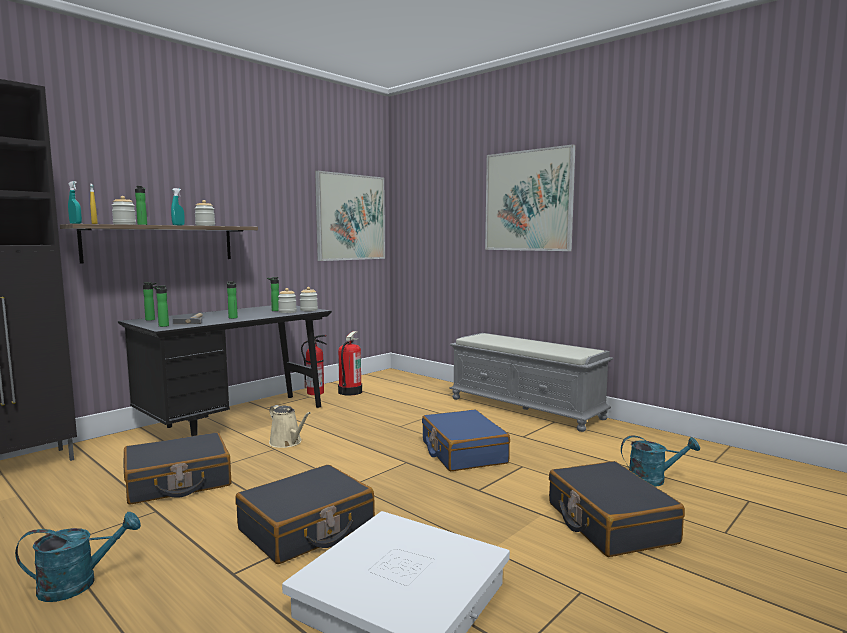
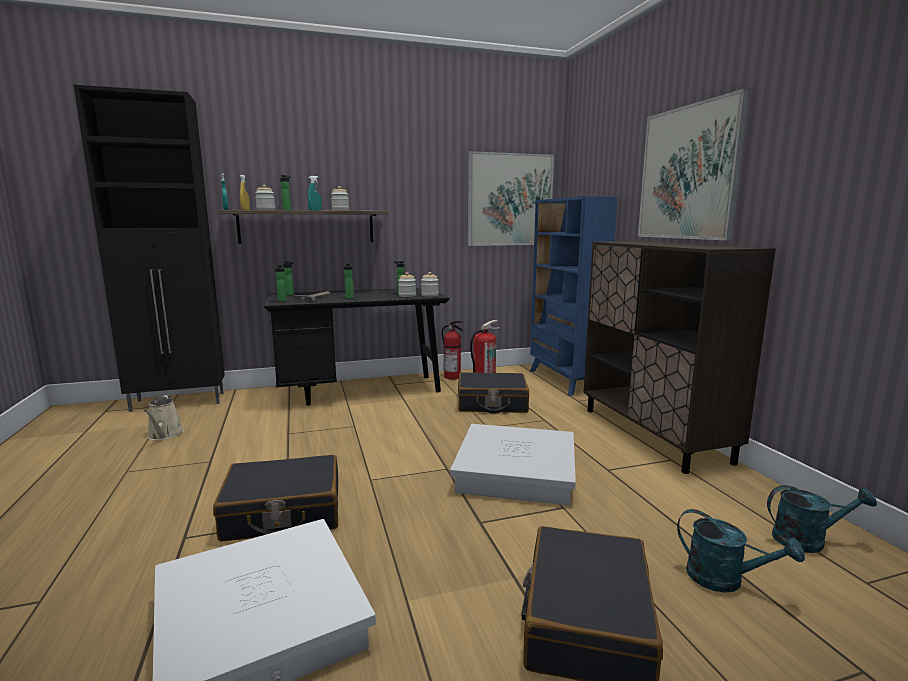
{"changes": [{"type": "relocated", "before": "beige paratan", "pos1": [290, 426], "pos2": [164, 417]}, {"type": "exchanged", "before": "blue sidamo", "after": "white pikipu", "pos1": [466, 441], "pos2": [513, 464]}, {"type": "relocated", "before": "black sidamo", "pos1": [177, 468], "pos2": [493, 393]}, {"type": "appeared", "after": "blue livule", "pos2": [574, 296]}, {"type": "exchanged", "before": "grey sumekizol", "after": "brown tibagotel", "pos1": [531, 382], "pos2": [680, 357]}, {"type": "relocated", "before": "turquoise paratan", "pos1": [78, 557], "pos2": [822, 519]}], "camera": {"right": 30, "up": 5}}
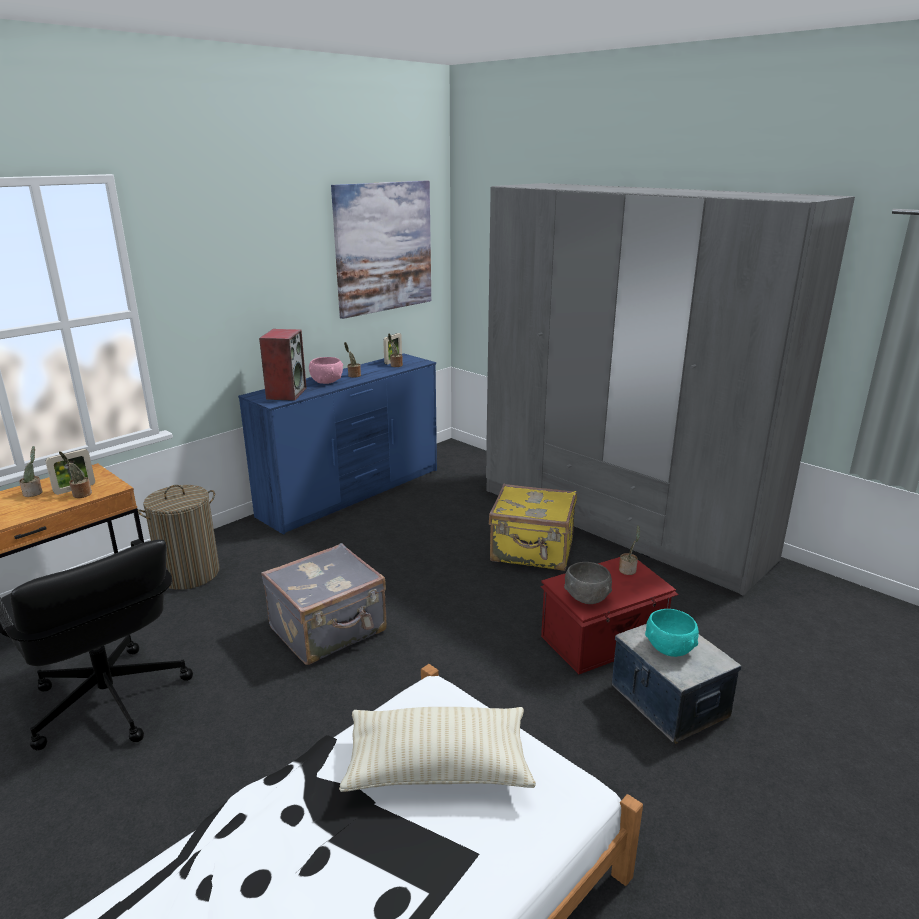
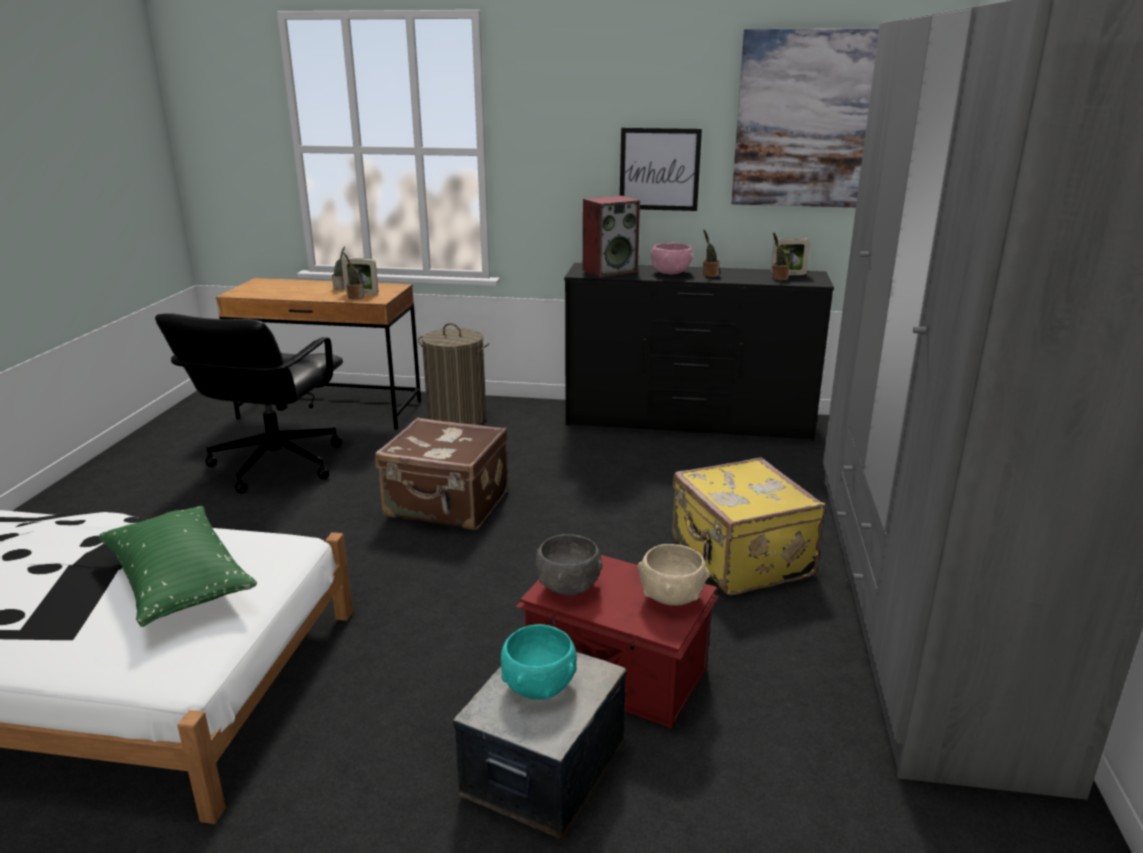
{"changes": [{"type": "colour", "before": "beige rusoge", "after": "green rusoge", "pos1": [437, 749], "pos2": [178, 566]}, {"type": "colour", "before": "grey sidamo", "after": "brown sidamo", "pos1": [324, 604], "pos2": [441, 473]}, {"type": "colour", "before": "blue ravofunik", "after": "black ravofunik", "pos1": [337, 444], "pos2": [699, 351]}, {"type": "appeared", "after": "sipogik", "pos2": [661, 169]}, {"type": "exchanged", "before": "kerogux", "after": "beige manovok", "pos1": [629, 550], "pos2": [673, 575]}], "camera": {"right": 55, "up": 0}}
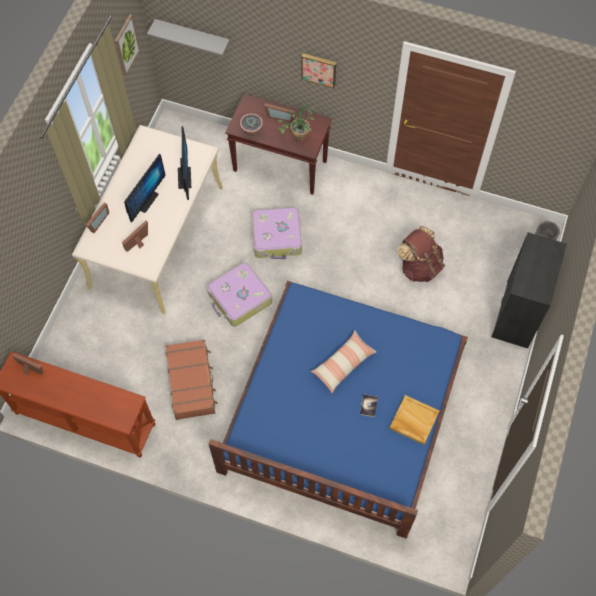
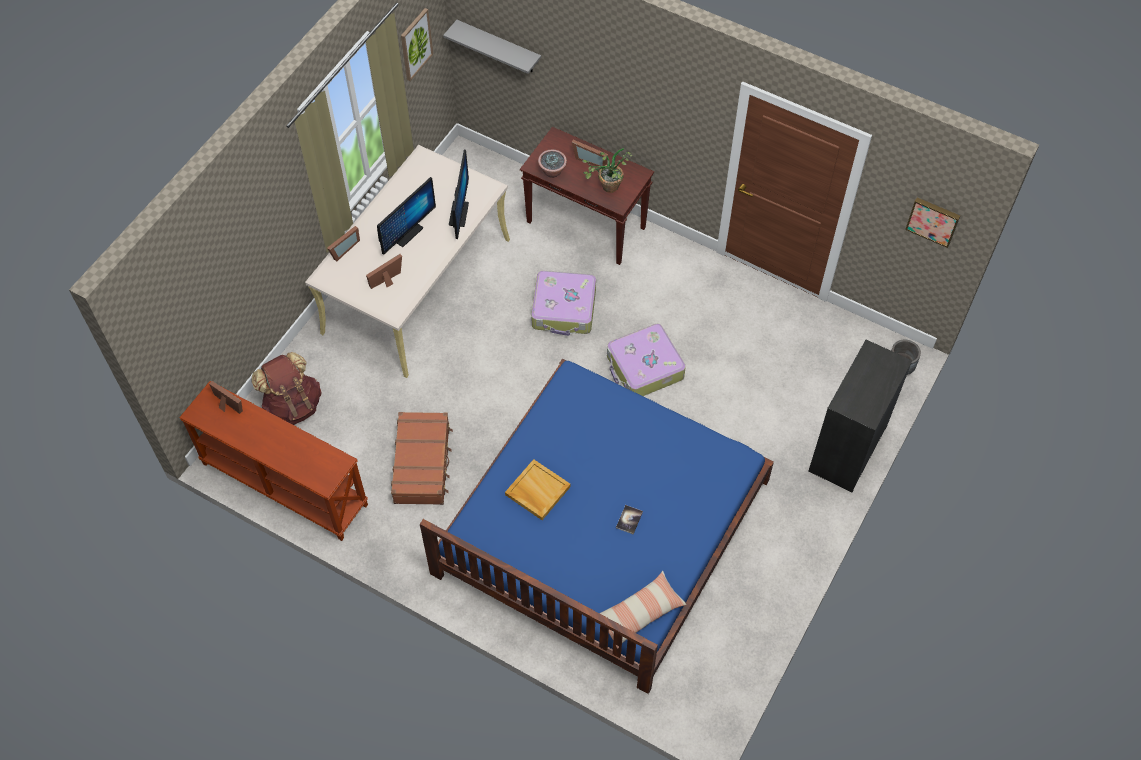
{"changes": [{"type": "relocated", "before": "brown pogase", "pos1": [421, 254], "pos2": [286, 388]}, {"type": "relocated", "before": "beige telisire", "pos1": [414, 420], "pos2": [538, 489]}, {"type": "relocated", "before": "rusoge", "pos1": [343, 362], "pos2": [643, 610]}, {"type": "relocated", "before": "sidamo", "pos1": [239, 294], "pos2": [646, 360]}, {"type": "relocated", "before": "sipogik", "pos1": [318, 70], "pos2": [932, 223]}], "camera": {"right": 10, "up": -5}}
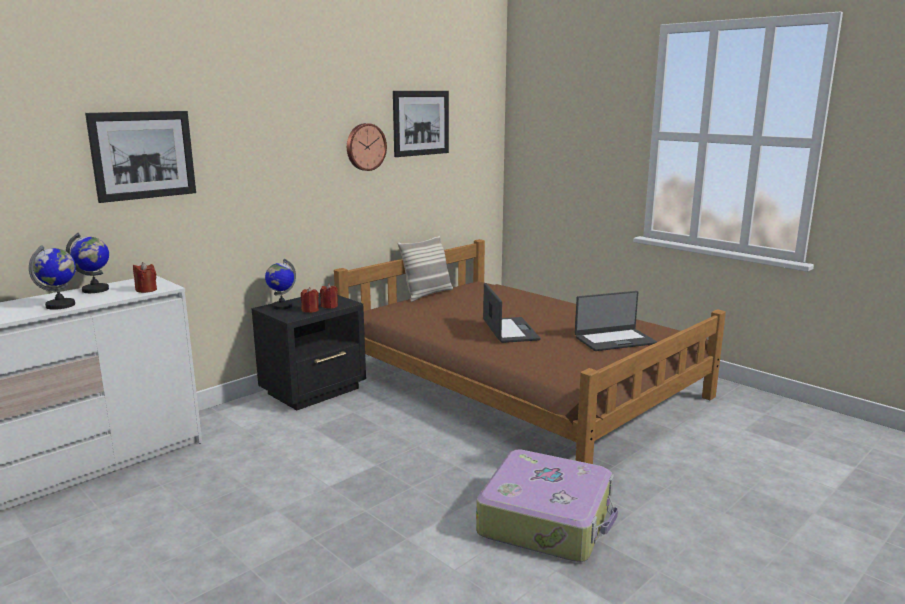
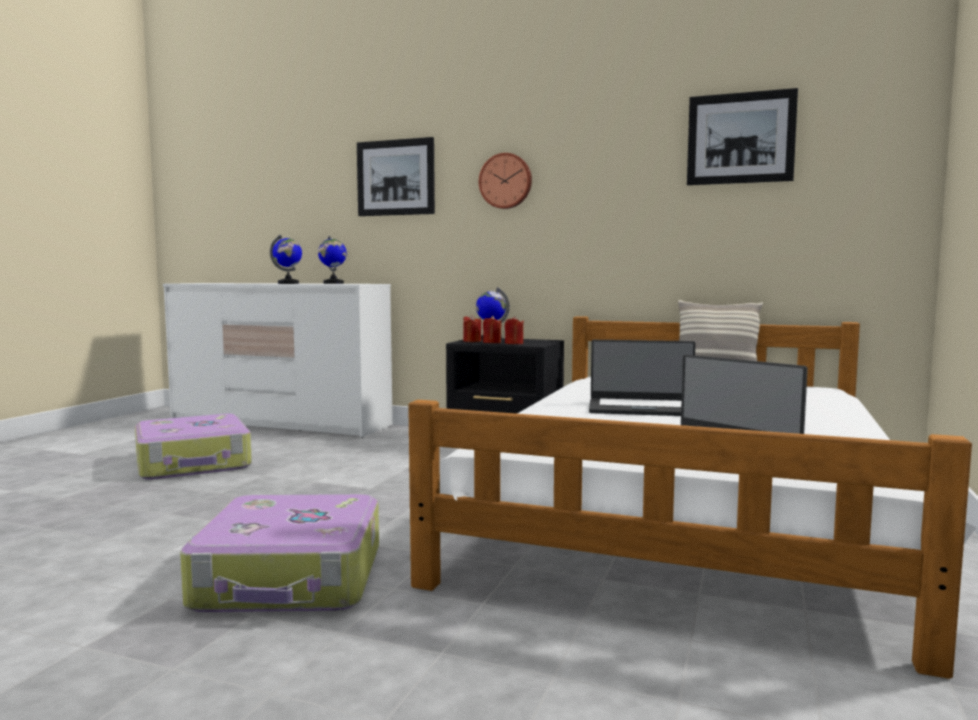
{"changes": [{"type": "appeared", "after": "sidamo", "pos2": [193, 447]}, {"type": "colour", "before": "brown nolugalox", "after": "white nolugalox", "pos1": [530, 351], "pos2": [692, 497]}, {"type": "relocated", "before": "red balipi", "pos1": [145, 277], "pos2": [472, 328]}, {"type": "relocated", "before": "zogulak", "pos1": [367, 147], "pos2": [505, 181]}, {"type": "spun", "before": "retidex", "pos1": [512, 313], "pos2": [642, 378], "turn": 45}], "camera": {"right": 65, "up": -10}}
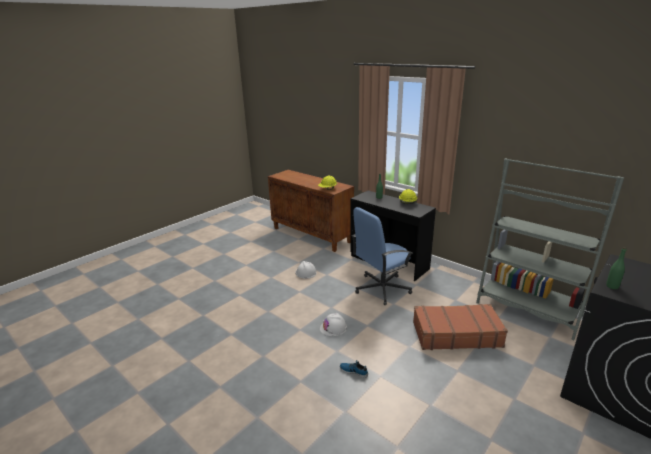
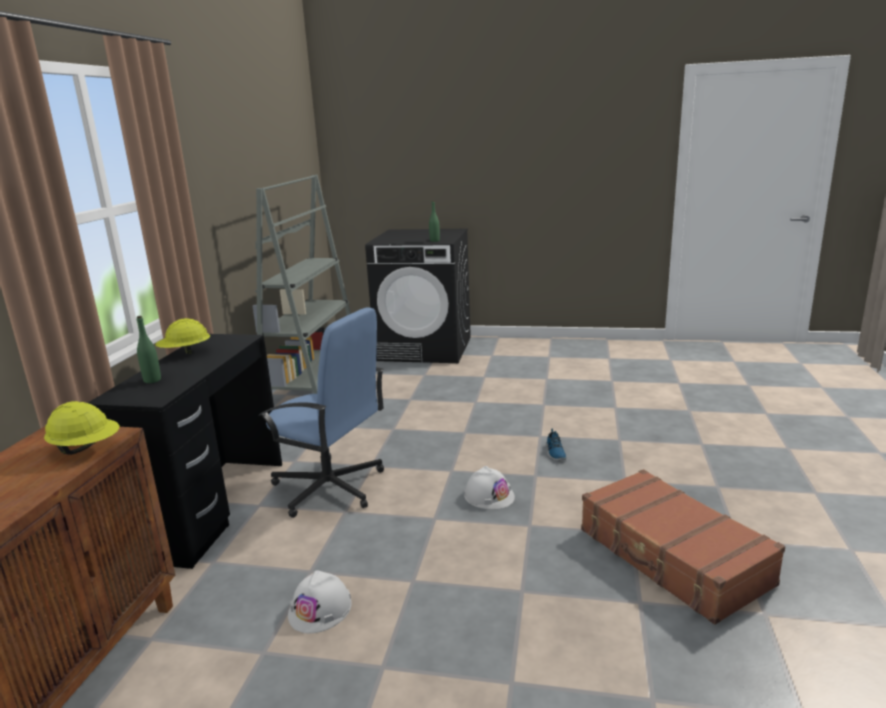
{"changes": [{"type": "relocated", "before": "brown sidamo", "pos1": [460, 327], "pos2": [683, 547]}], "camera": {"right": -120, "up": -5}}
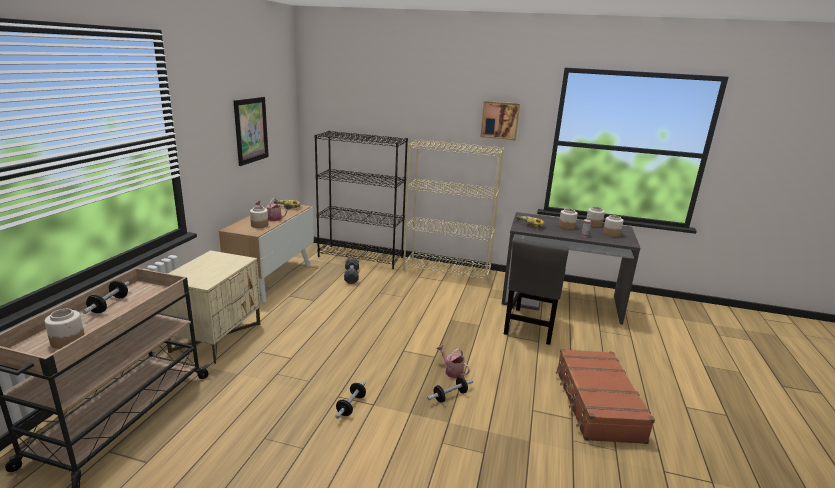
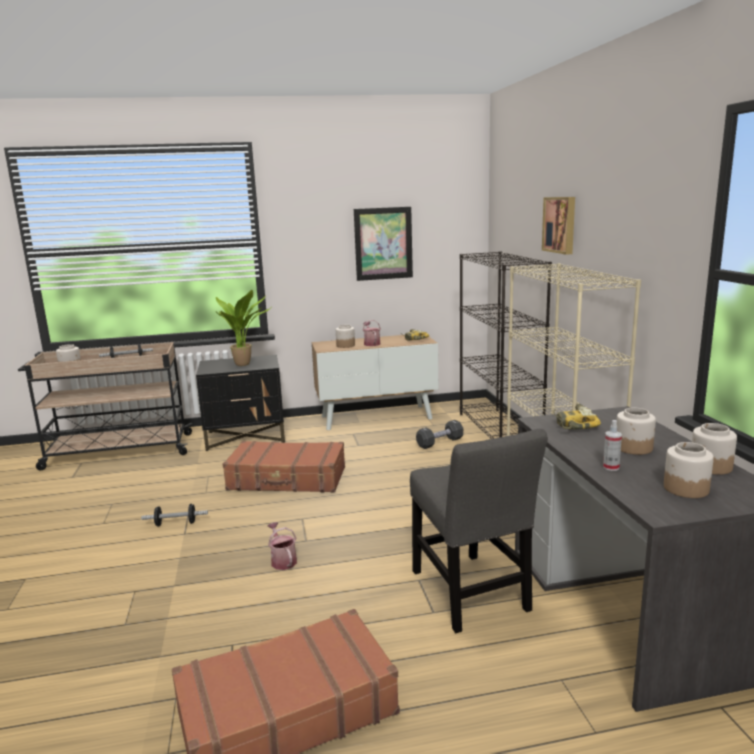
{"changes": [{"type": "colour", "before": "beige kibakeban", "after": "black kibakeban", "pos1": [210, 307], "pos2": [240, 403]}, {"type": "appeared", "after": "kerogux", "pos2": [243, 328]}, {"type": "appeared", "after": "brown sidamo", "pos2": [284, 466]}, {"type": "spun", "before": "paratan", "pos1": [453, 361], "pos2": [282, 546], "turn": -45}, {"type": "spun", "before": "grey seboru", "pos1": [536, 291], "pos2": [479, 531], "turn": -105}, {"type": "relocated", "before": "sipogik", "pos1": [500, 120], "pos2": [558, 226]}, {"type": "missing", "before": "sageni", "pos1": [450, 390]}], "camera": {"right": 65, "up": -5}}
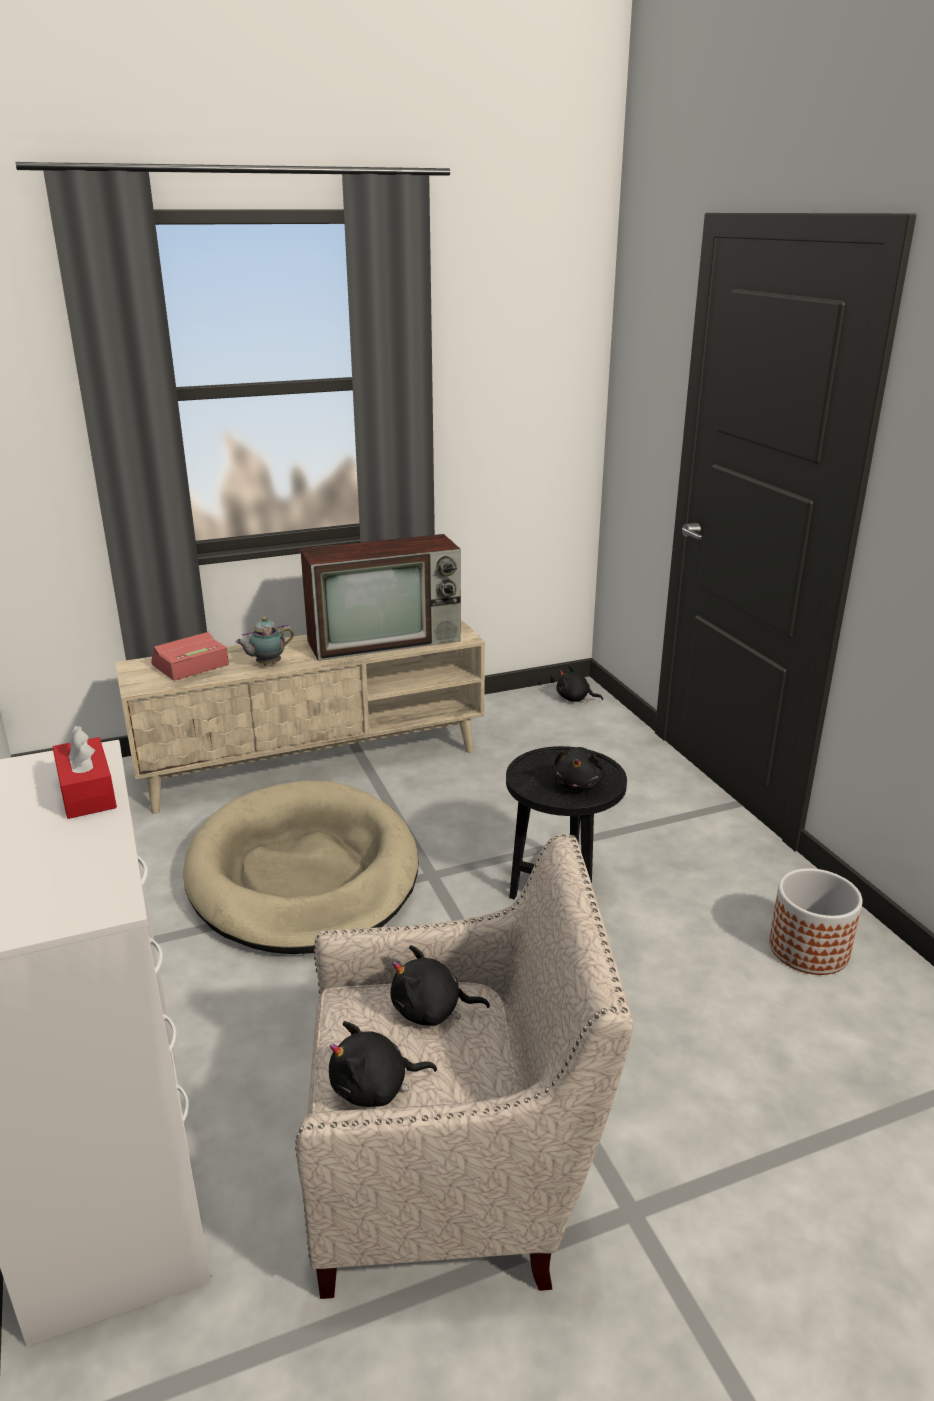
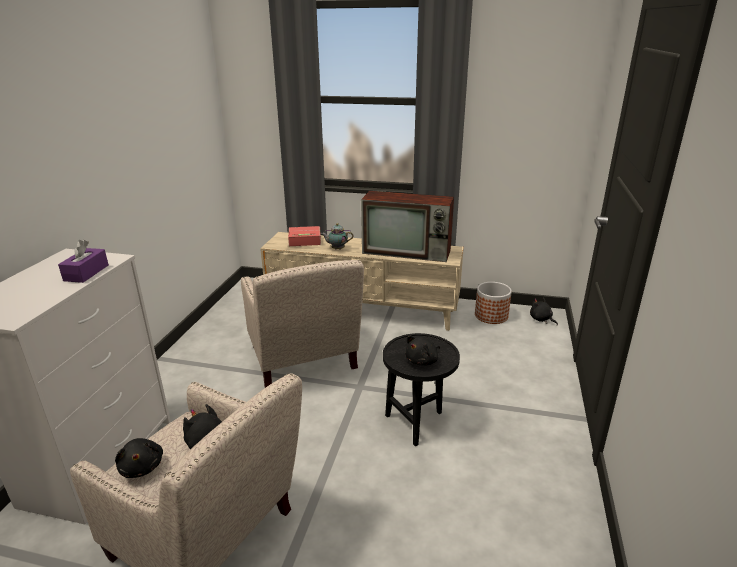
{"changes": [{"type": "colour", "before": "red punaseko", "after": "purple punaseko", "pos1": [84, 772], "pos2": [83, 261]}, {"type": "spun", "before": "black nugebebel", "pos1": [383, 1064], "pos2": [139, 458], "turn": -135}, {"type": "exchanged", "before": "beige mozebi", "after": "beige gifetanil", "pos1": [301, 867], "pos2": [302, 324]}, {"type": "relocated", "before": "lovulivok", "pos1": [816, 921], "pos2": [493, 303]}], "camera": {"right": 35, "up": 0}}
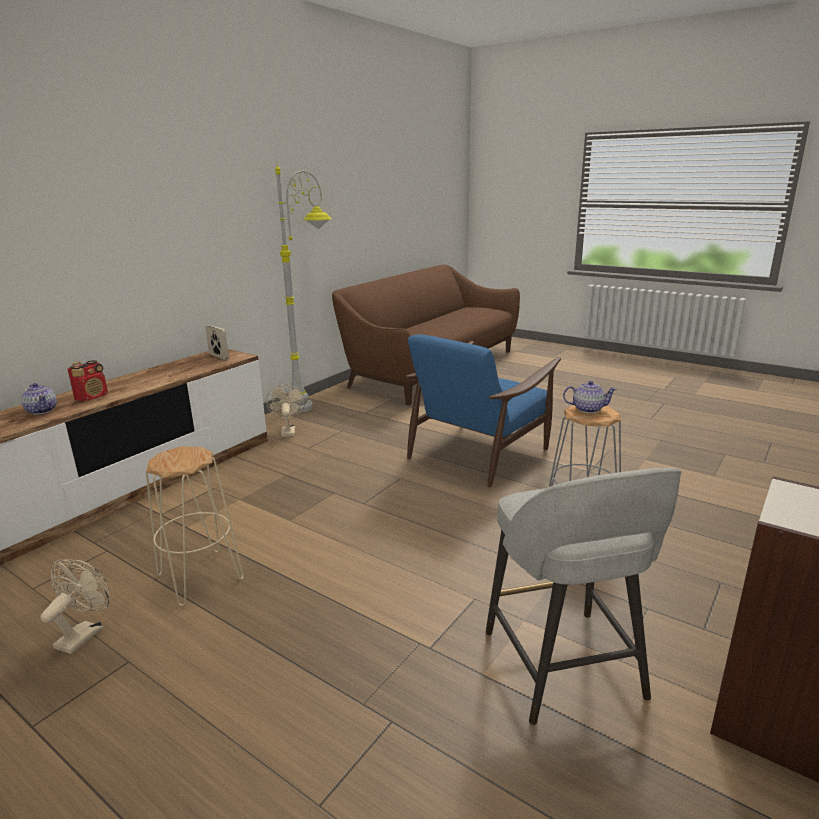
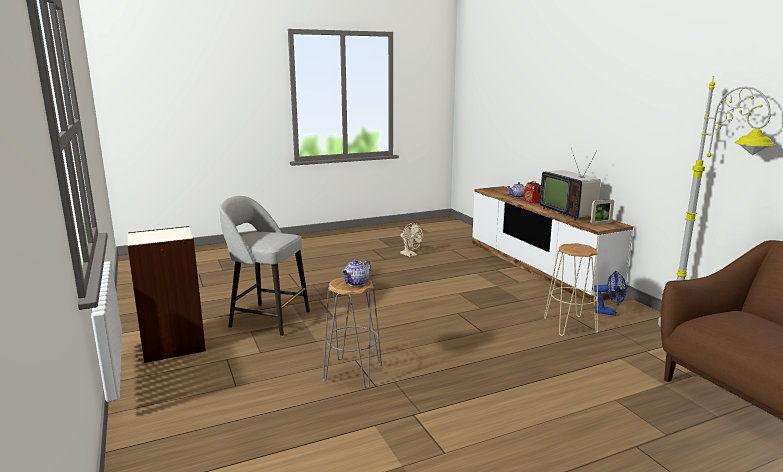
{"changes": [{"type": "appeared", "after": "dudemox", "pos2": [570, 184]}, {"type": "relocated", "before": "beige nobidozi", "pos1": [195, 526], "pos2": [571, 289]}, {"type": "colour", "before": "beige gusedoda", "after": "blue gusedoda", "pos1": [285, 411], "pos2": [609, 293]}, {"type": "missing", "before": "blue gifetanil", "pos1": [483, 410]}], "camera": {"right": 120, "up": -5}}
